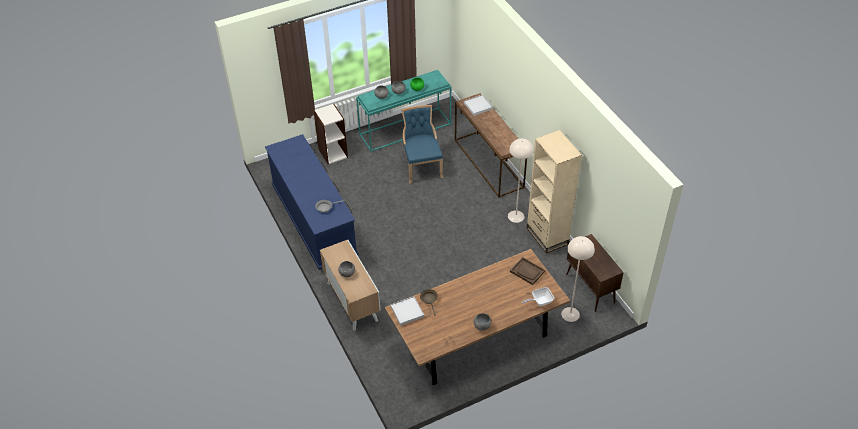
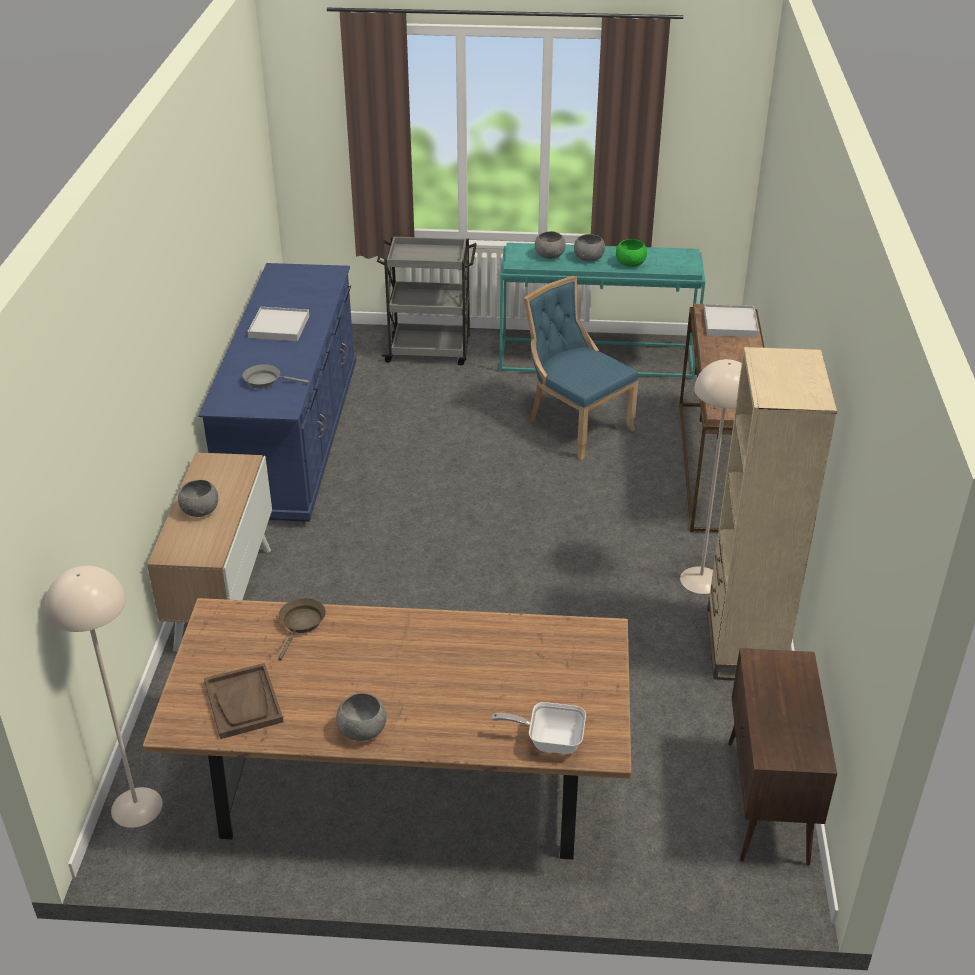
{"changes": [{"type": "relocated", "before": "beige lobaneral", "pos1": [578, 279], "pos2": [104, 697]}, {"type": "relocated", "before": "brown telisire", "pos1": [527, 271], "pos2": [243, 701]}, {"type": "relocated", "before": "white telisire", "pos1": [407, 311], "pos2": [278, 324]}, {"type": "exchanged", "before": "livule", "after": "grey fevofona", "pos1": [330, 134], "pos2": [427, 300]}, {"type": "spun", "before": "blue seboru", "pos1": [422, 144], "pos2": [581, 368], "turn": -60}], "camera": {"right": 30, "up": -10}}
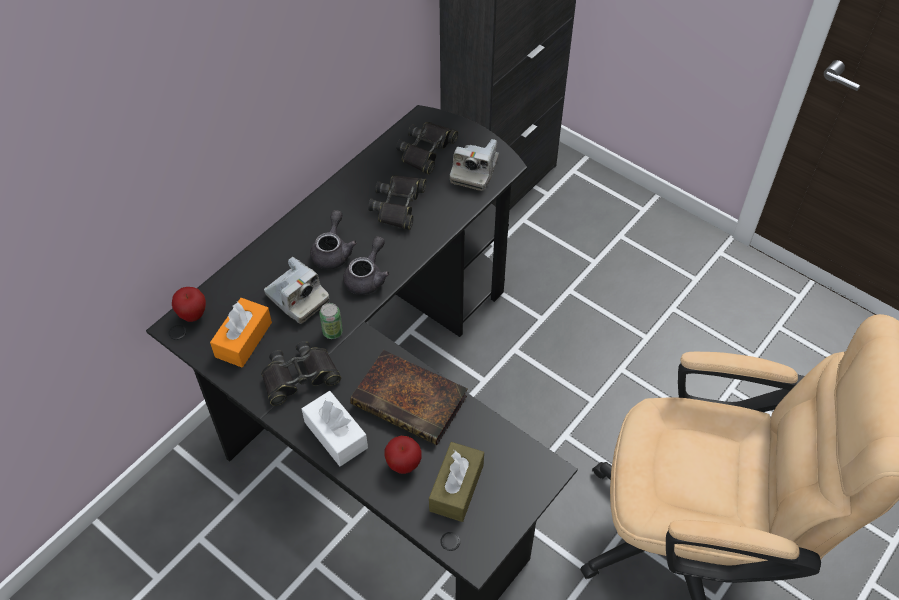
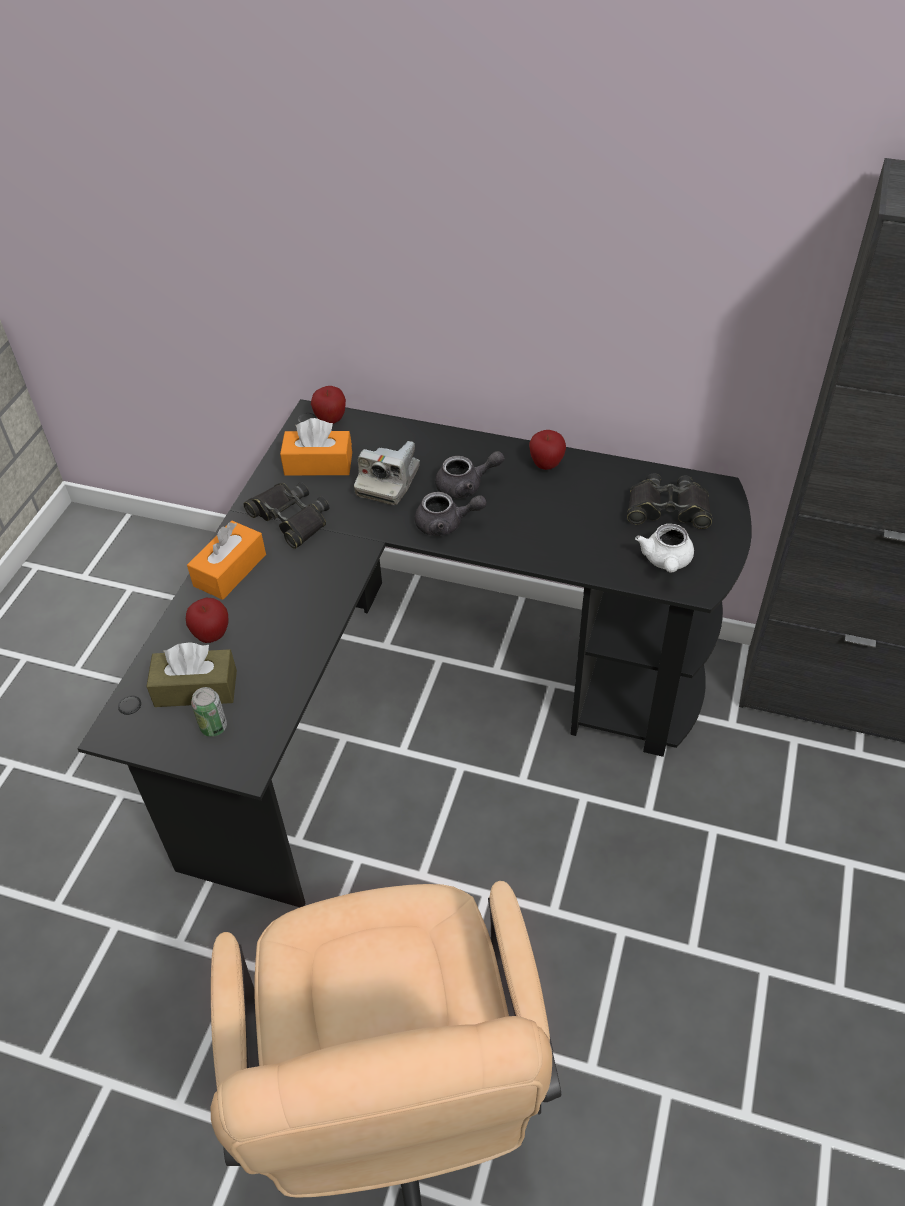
{"changes": [{"type": "colour", "before": "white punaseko", "after": "orange punaseko", "pos1": [335, 429], "pos2": [226, 560]}, {"type": "relocated", "before": "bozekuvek", "pos1": [331, 321], "pos2": [209, 712]}, {"type": "appeared", "after": "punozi", "pos2": [547, 450]}, {"type": "exchanged", "before": "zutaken", "after": "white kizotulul", "pos1": [474, 165], "pos2": [664, 548]}, {"type": "missing", "before": "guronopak", "pos1": [409, 397]}, {"type": "missing", "before": "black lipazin", "pos1": [397, 202]}], "camera": {"right": 70, "up": -5}}
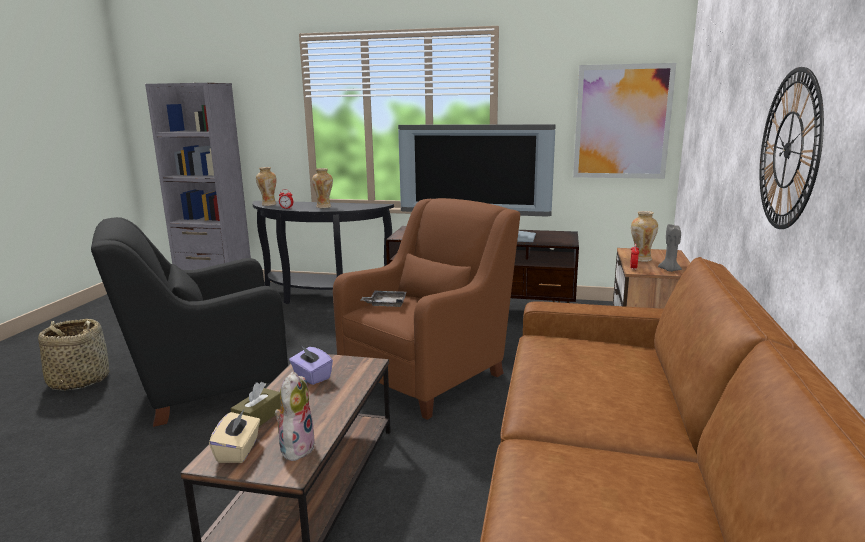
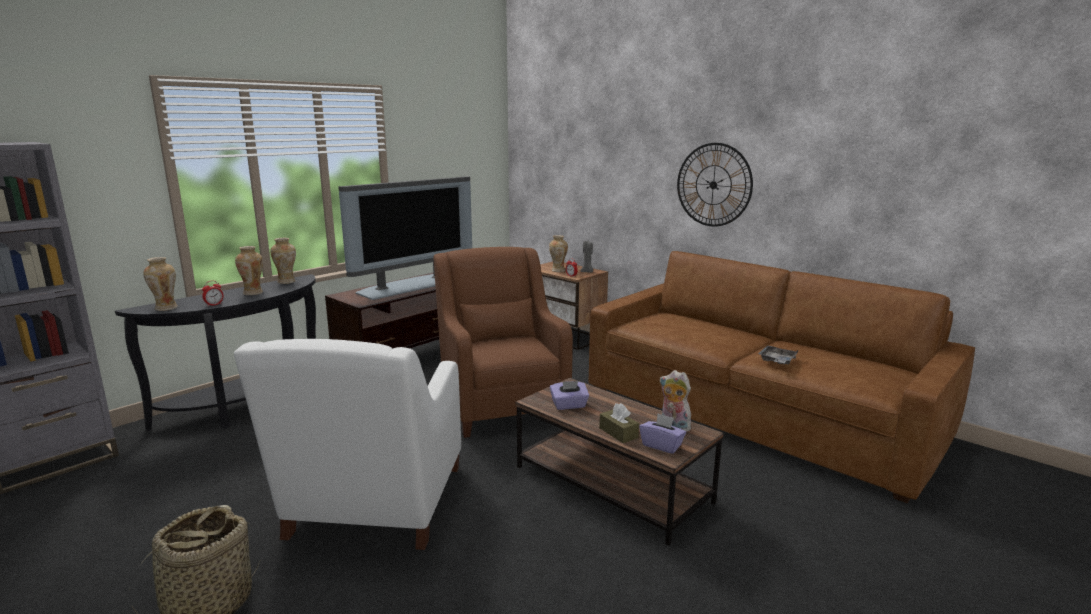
{"changes": [{"type": "colour", "before": "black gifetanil", "after": "white gifetanil", "pos1": [189, 322], "pos2": [347, 444]}, {"type": "appeared", "after": "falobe", "pos2": [283, 261]}, {"type": "colour", "before": "beige punaseko", "after": "purple punaseko", "pos1": [234, 436], "pos2": [662, 433]}, {"type": "relocated", "before": "grey telisire", "pos1": [383, 299], "pos2": [778, 355]}, {"type": "missing", "before": "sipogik", "pos1": [624, 121]}], "camera": {"right": -60, "up": 0}}
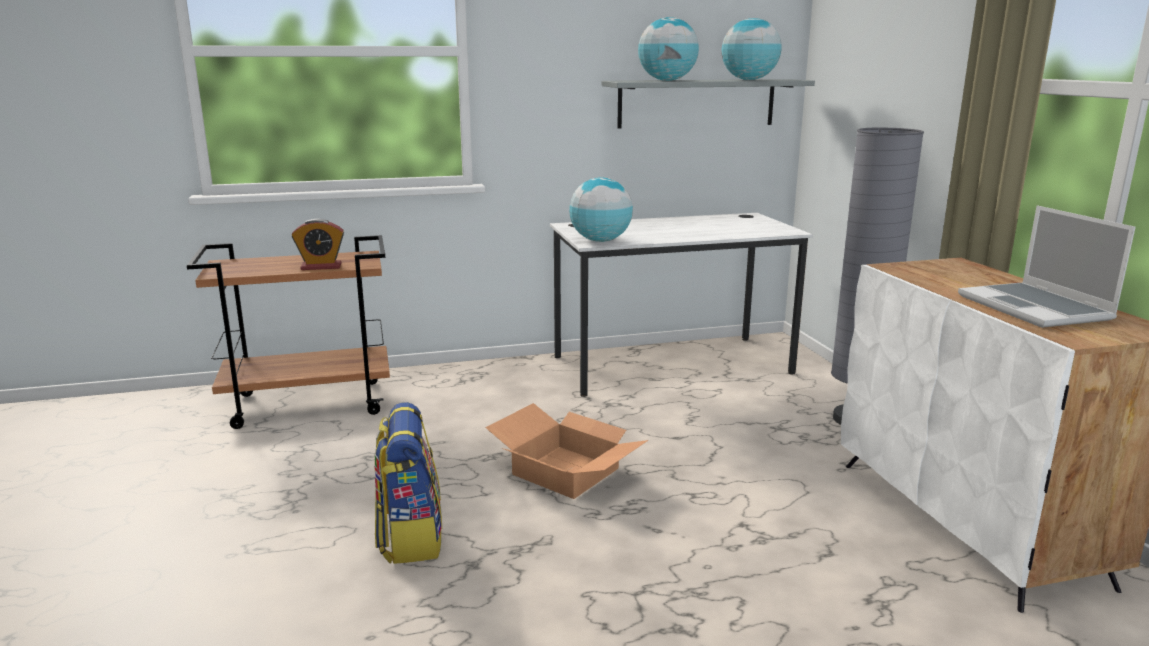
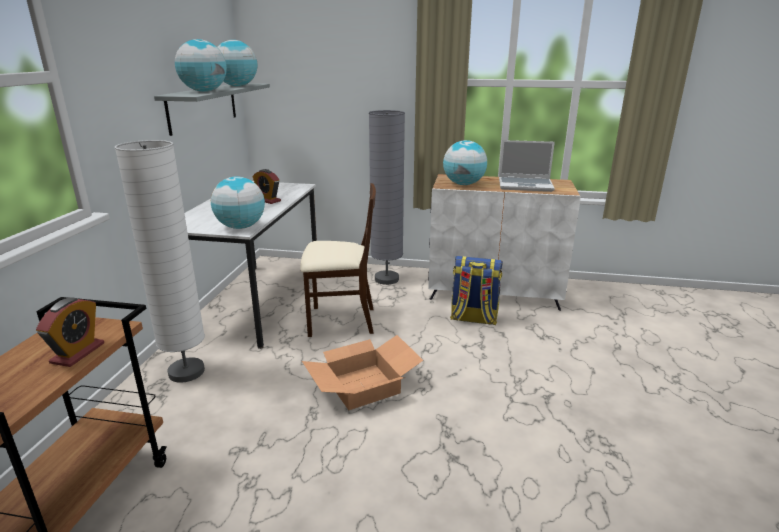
{"changes": [{"type": "appeared", "after": "white lobaneral", "pos2": [160, 261]}, {"type": "appeared", "after": "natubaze", "pos2": [267, 186]}, {"type": "appeared", "after": "beige seboru", "pos2": [338, 260]}, {"type": "appeared", "after": "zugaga", "pos2": [465, 162]}, {"type": "relocated", "before": "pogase", "pos1": [408, 483], "pos2": [476, 290]}], "camera": {"right": -65, "up": 5}}
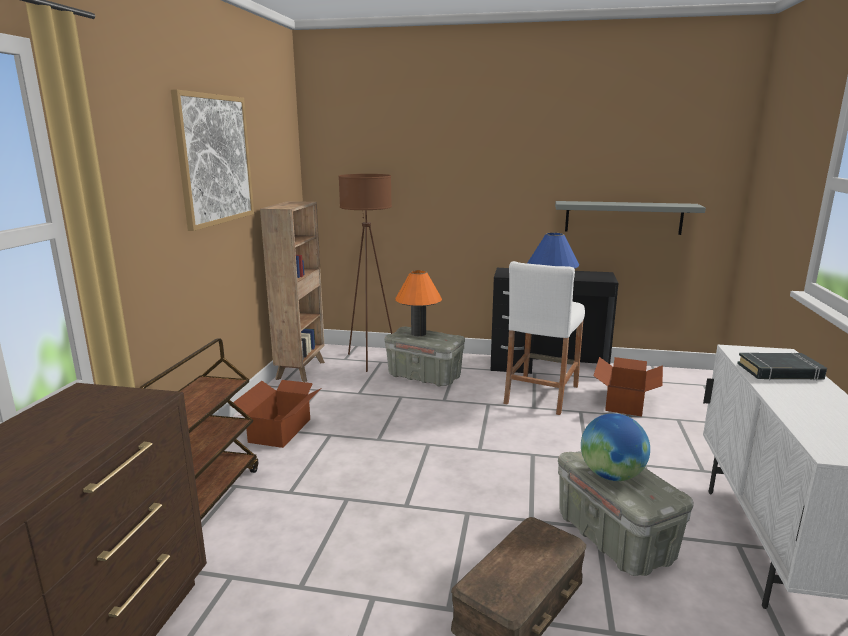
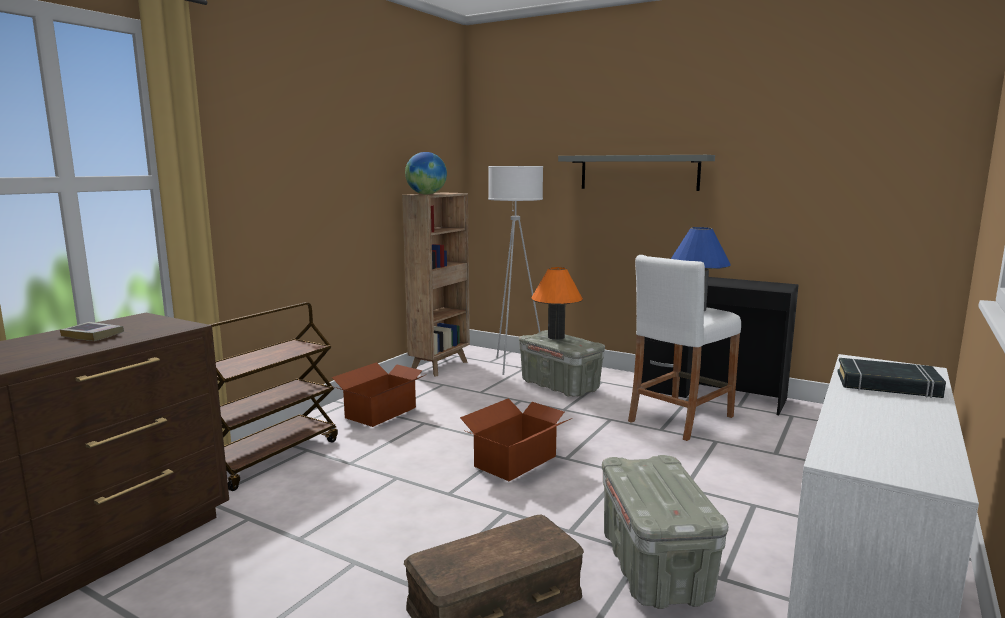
{"changes": [{"type": "appeared", "after": "guronopak", "pos2": [92, 331]}, {"type": "relocated", "before": "zugaga", "pos1": [615, 447], "pos2": [426, 173]}, {"type": "relocated", "before": "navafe", "pos1": [628, 387], "pos2": [515, 439]}, {"type": "colour", "before": "brown lobaneral", "after": "white lobaneral", "pos1": [365, 273], "pos2": [515, 270]}, {"type": "relocated", "before": "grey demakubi", "pos1": [630, 218], "pos2": [636, 173]}, {"type": "missing", "before": "sipogik", "pos1": [212, 160]}], "camera": {"right": 20, "up": -5}}
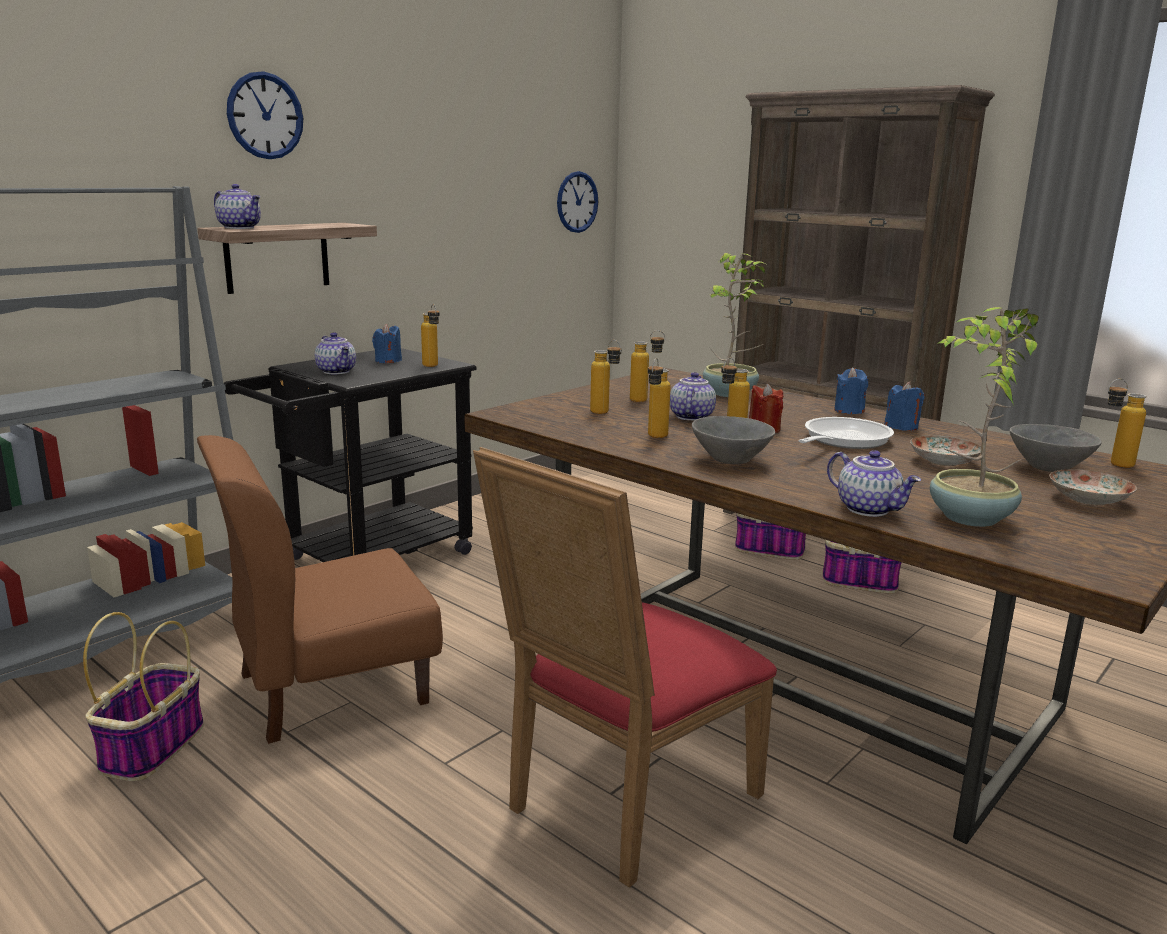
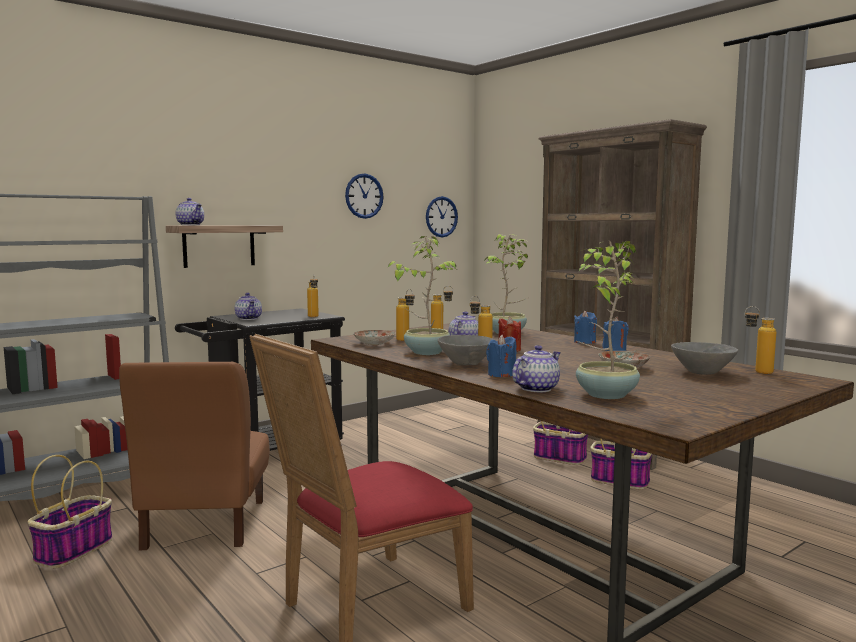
{"changes": [{"type": "spun", "before": "brown seboru", "pos1": [320, 589], "pos2": [194, 456], "turn": -75}, {"type": "relocated", "before": "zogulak", "pos1": [265, 115], "pos2": [364, 196]}, {"type": "relocated", "before": "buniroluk", "pos1": [1093, 487], "pos2": [374, 337]}, {"type": "exchanged", "before": "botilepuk", "after": "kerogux", "pos1": [659, 398], "pos2": [422, 295]}, {"type": "relocated", "before": "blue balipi", "pos1": [387, 343], "pos2": [501, 356]}, {"type": "spun", "before": "kizotulul", "pos1": [874, 483], "pos2": [536, 368], "turn": -105}, {"type": "missing", "before": "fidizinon", "pos1": [846, 433]}], "camera": {"right": 10, "up": -10}}
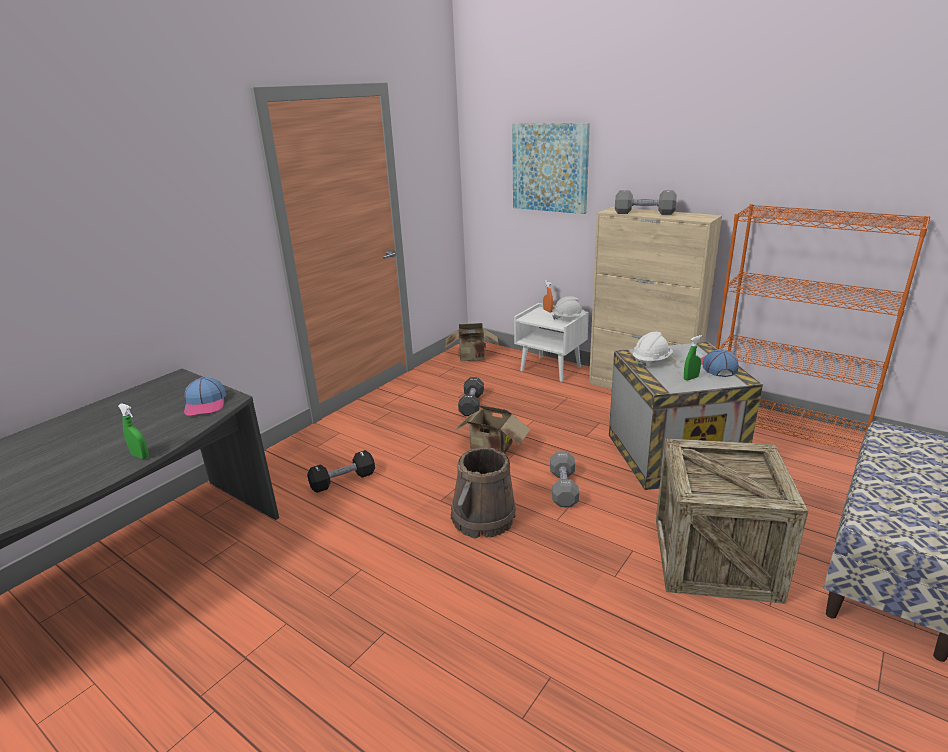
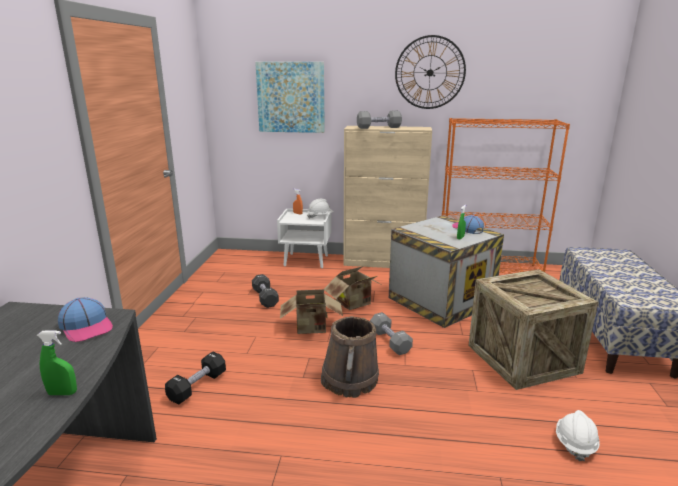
{"changes": [{"type": "relocated", "before": "navafe", "pos1": [472, 342], "pos2": [353, 288]}, {"type": "appeared", "after": "zogulak", "pos2": [430, 72]}, {"type": "relocated", "before": "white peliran", "pos1": [653, 350], "pos2": [578, 435]}], "camera": {"right": -30, "up": -5}}
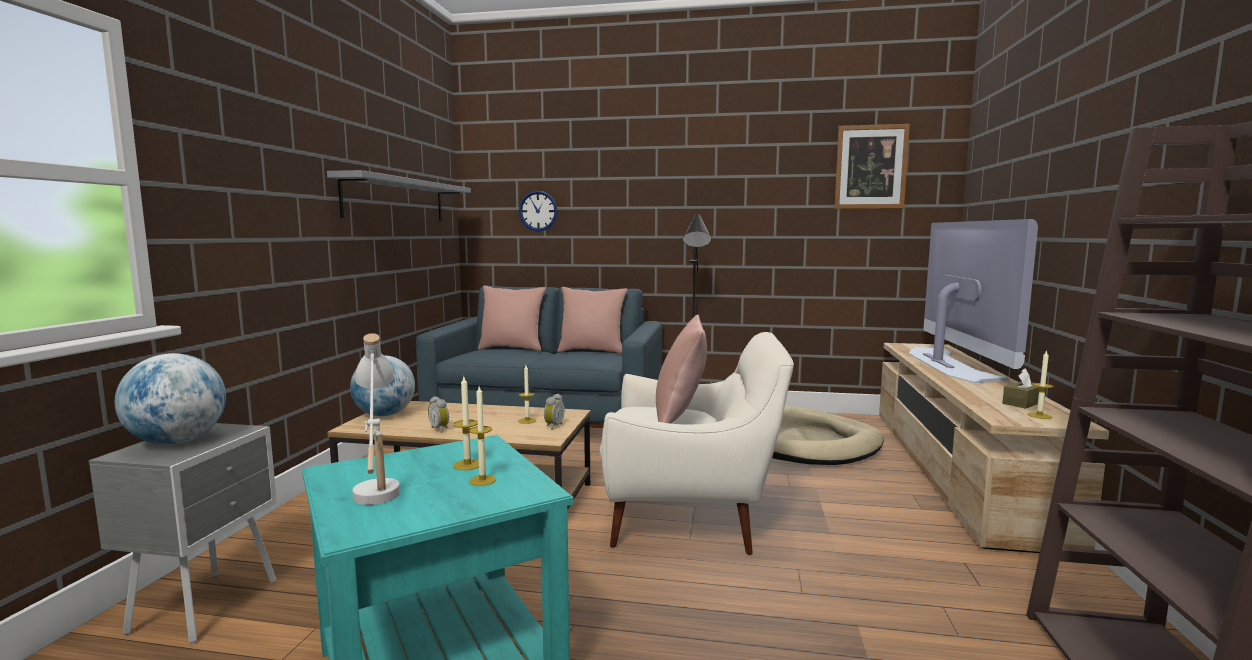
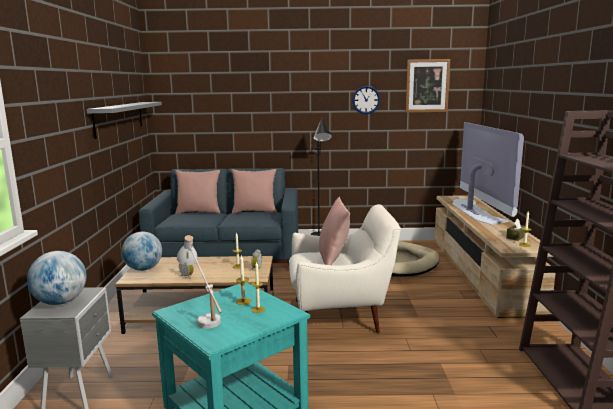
{"changes": [{"type": "relocated", "before": "zogulak", "pos1": [538, 211], "pos2": [366, 100]}], "camera": {"right": -10, "up": 5}}
